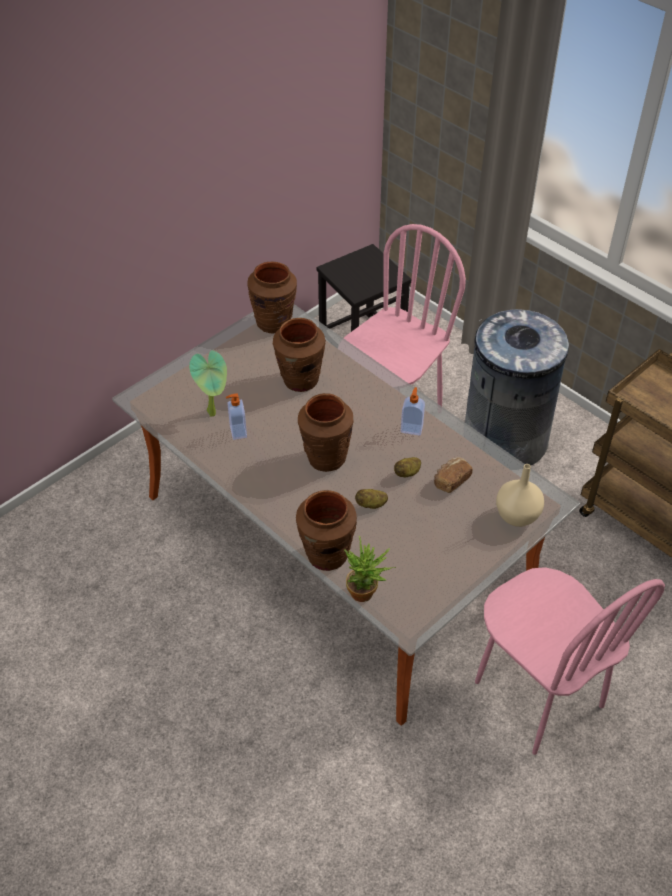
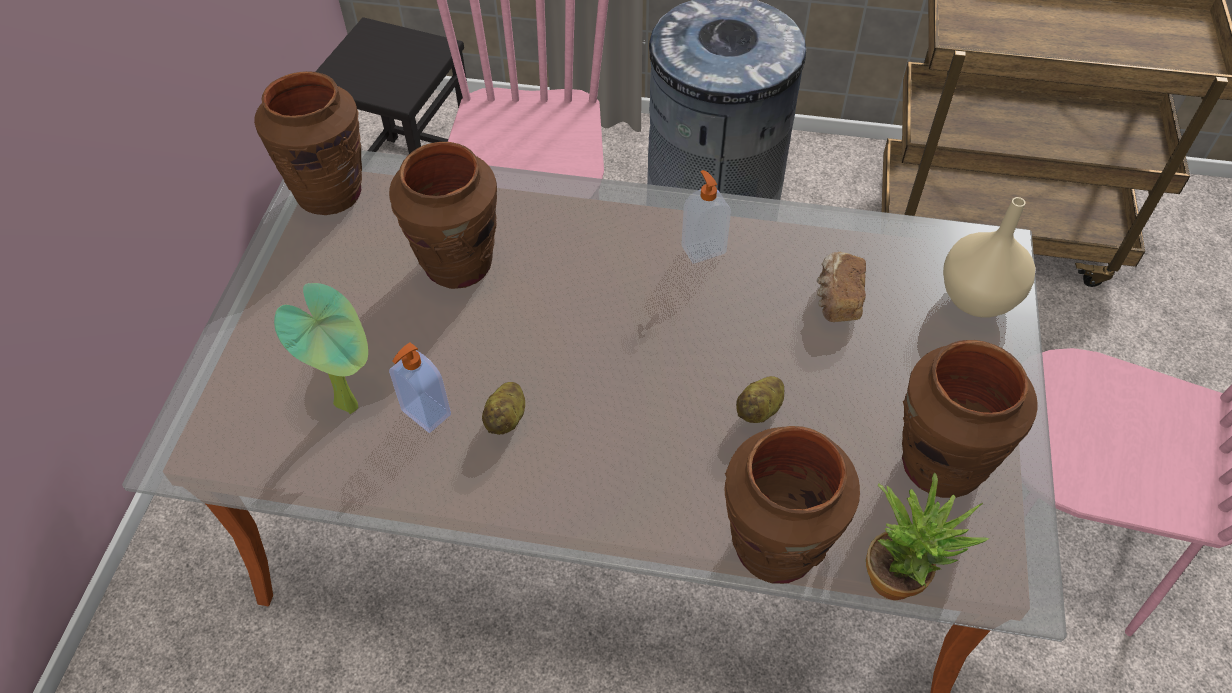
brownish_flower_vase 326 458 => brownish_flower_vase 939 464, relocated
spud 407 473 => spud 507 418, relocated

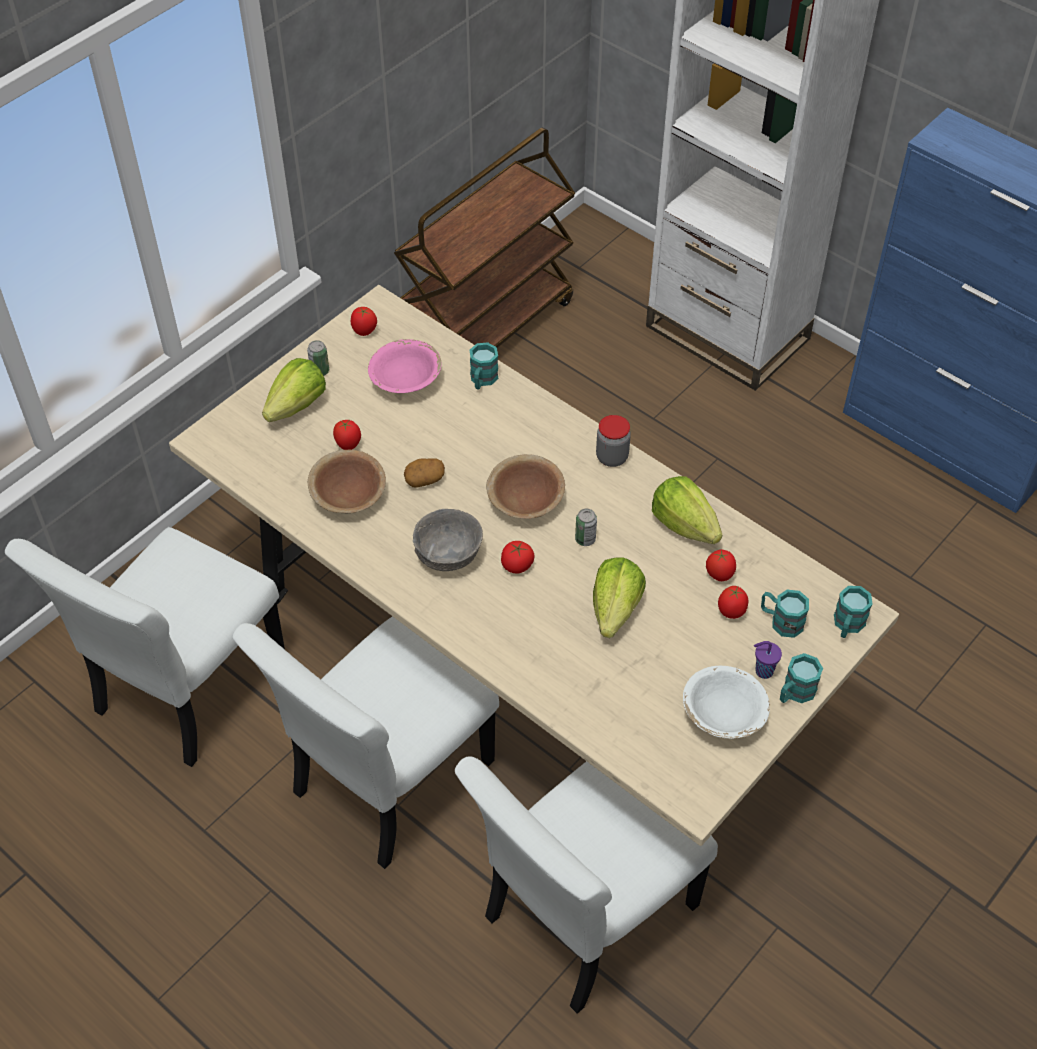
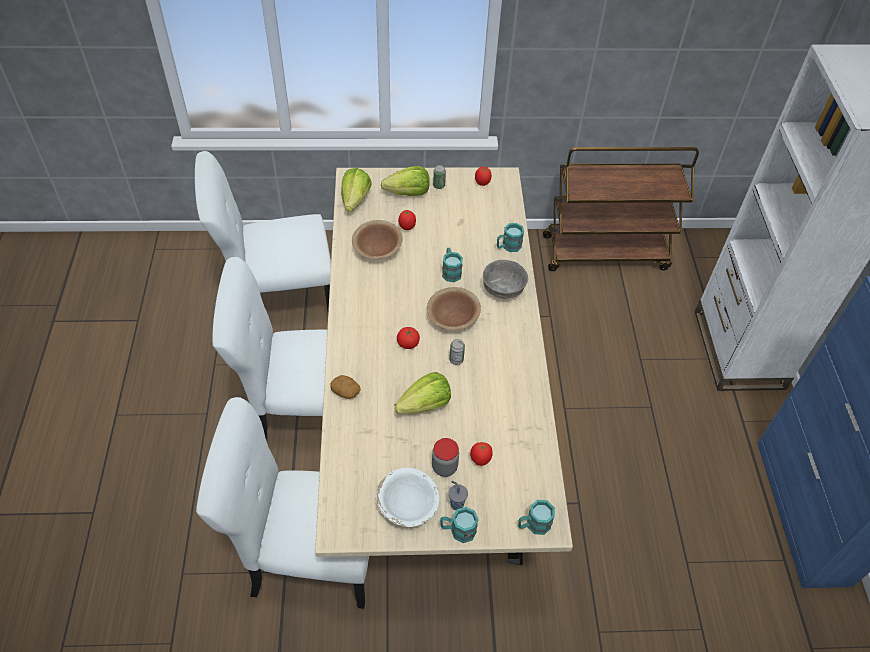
pink_deep_dish 405 380 => nothing
jar 612 457 => jar 444 467, relocated
spud 425 479 => spud 346 391, relocated
head_of_lettuce 685 525 => head_of_lettuce 355 200, relocated
grey_deep_dish 448 556 => grey_deep_dish 502 290, relocated
fresh_tomato 719 575 => nothing
turquoise_tea_mug 781 621 => turquoise_tea_mug 450 271, relocated
purplish_drinking_cup 762 671 => grey_drinking_cup 456 503

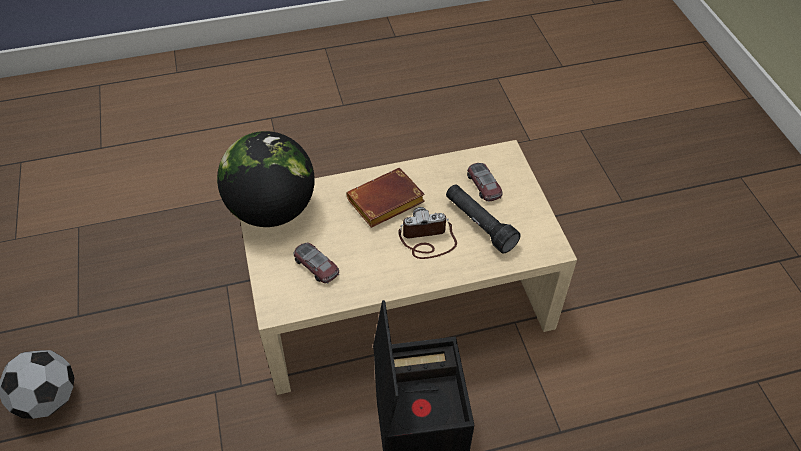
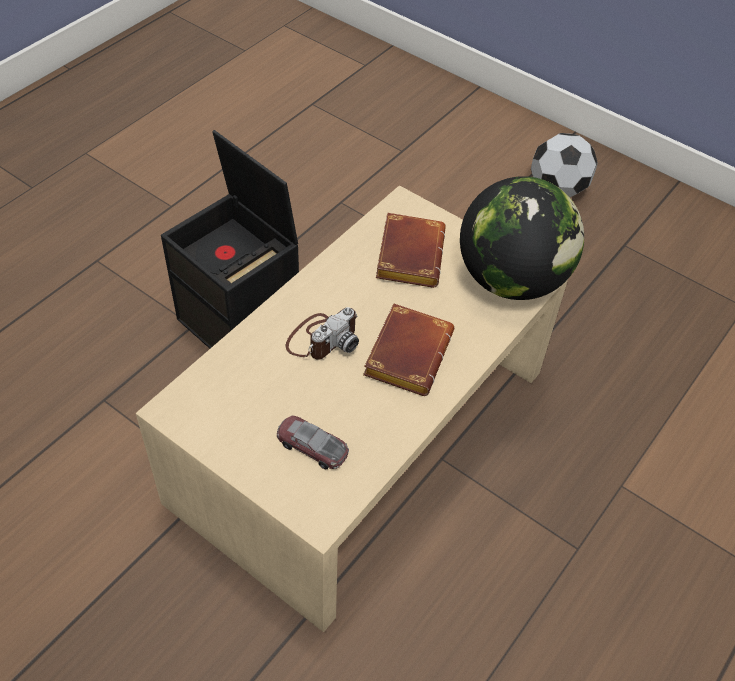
black-coloured_hand_torch 479 224 => nothing
model_car 316 266 => brownish_book 407 254

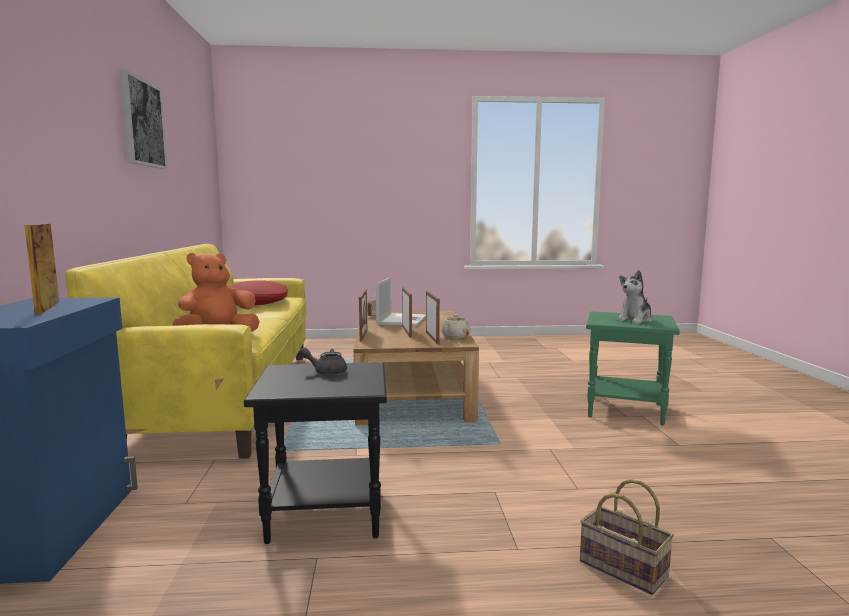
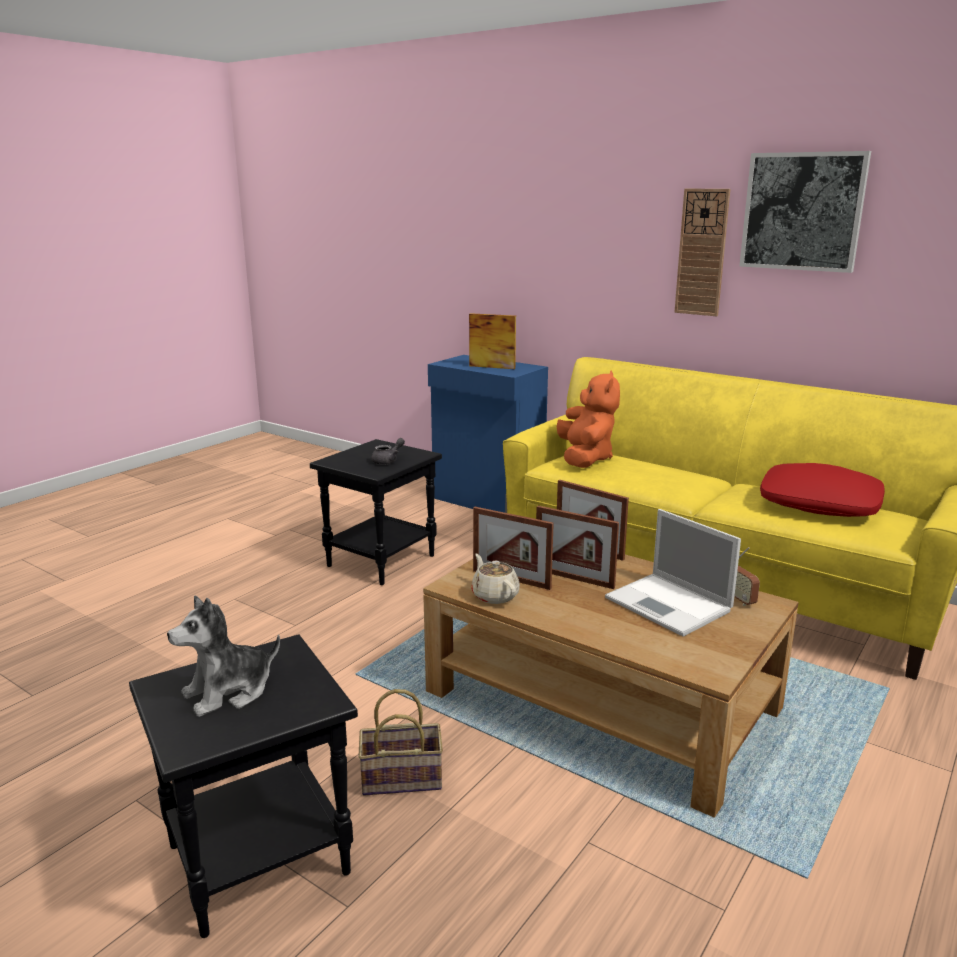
cuddly_toy 635 320 => cuddly_toy 228 692, 120 degrees counterclockwise
green-coloured_end_table 626 410 => black-coloured_end_table 257 862
household_basket 620 568 => household_basket 404 777, relocated
nothing => wall_clock 702 252

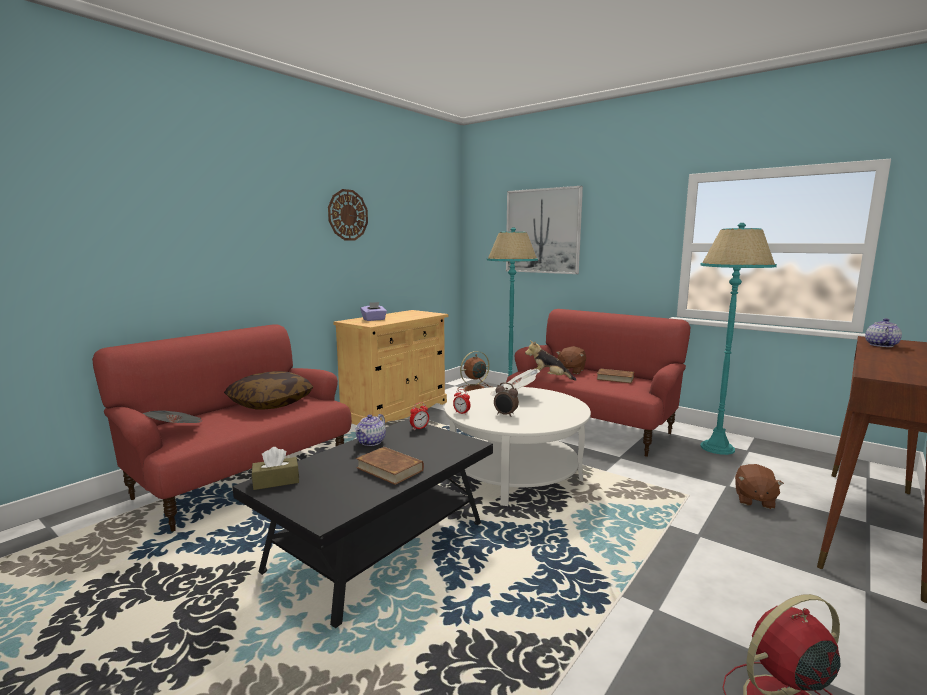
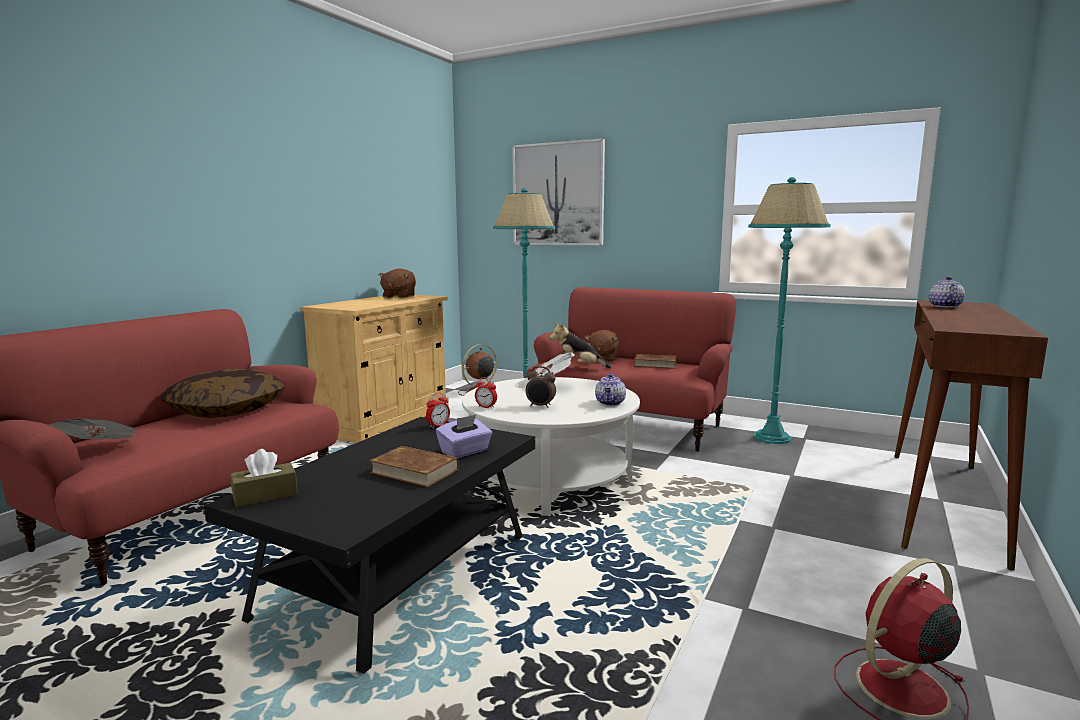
wall_clock 347 215 => nothing
purplish_tissue_holder 374 319 => purplish_tissue_holder 465 452, relocated
teapot 371 442 => teapot 610 403, relocated
brownish_cuddly_toy 754 500 => brownish_cuddly_toy 398 296, relocated

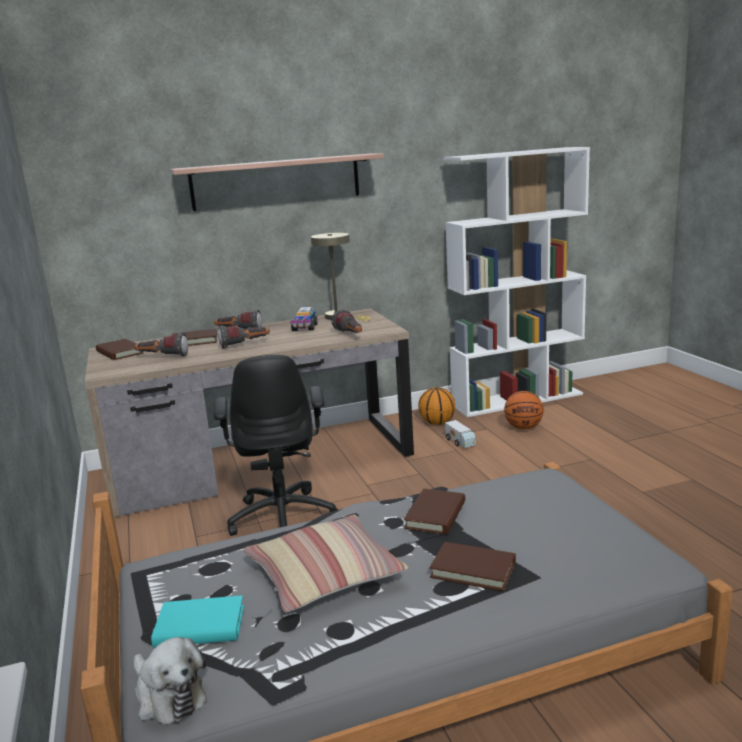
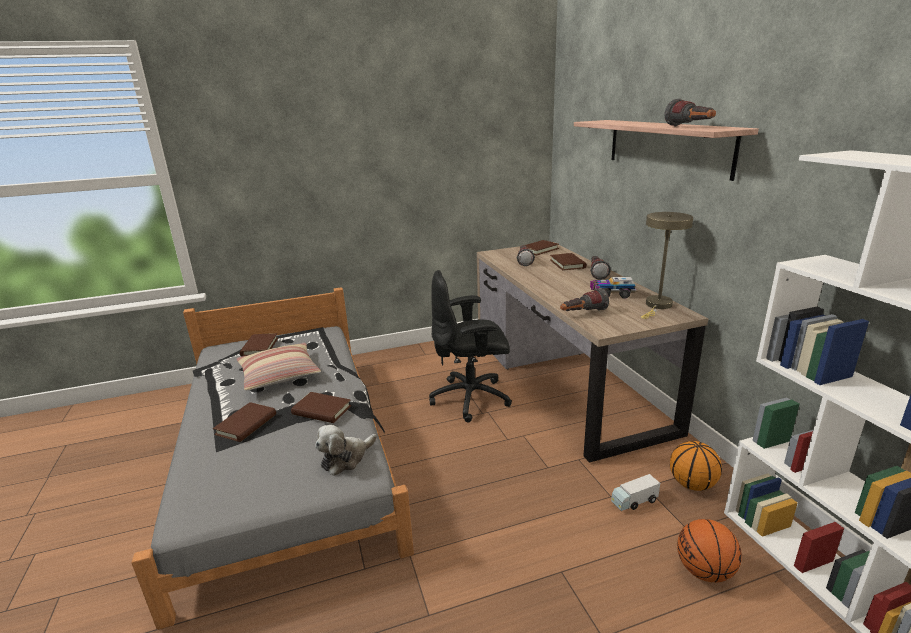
hand_torch 245 345 => hand_torch 690 127, relocated
turquoise_book 200 627 => brownish_book 259 347
cuddly_toy 168 696 => cuddly_toy 346 459, relocated

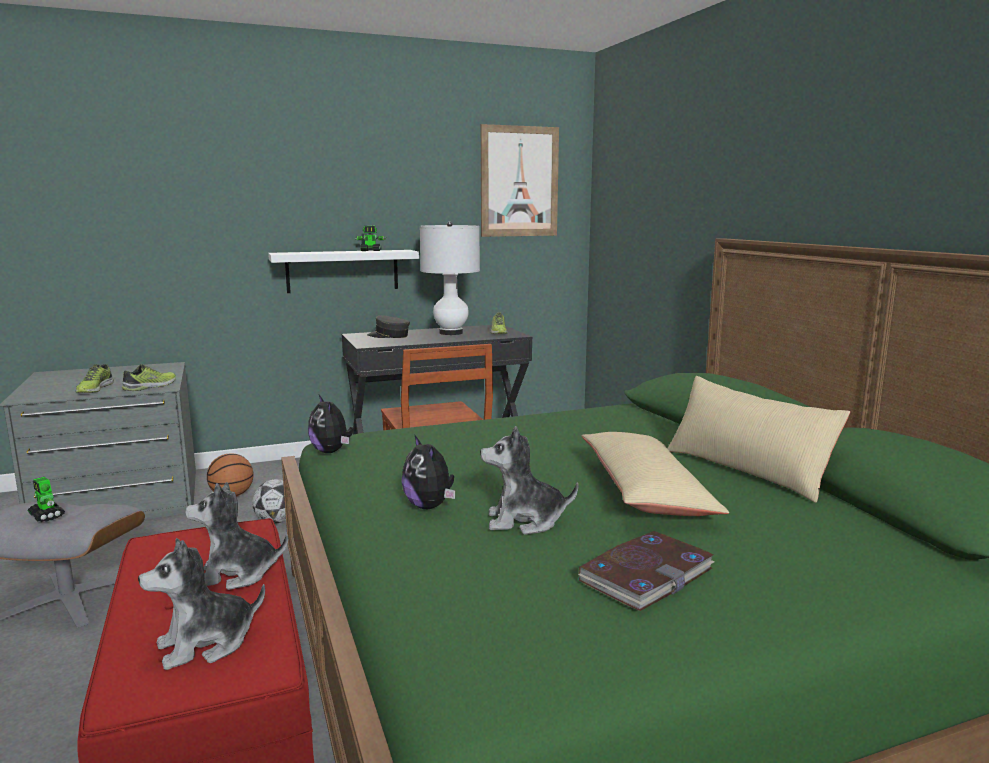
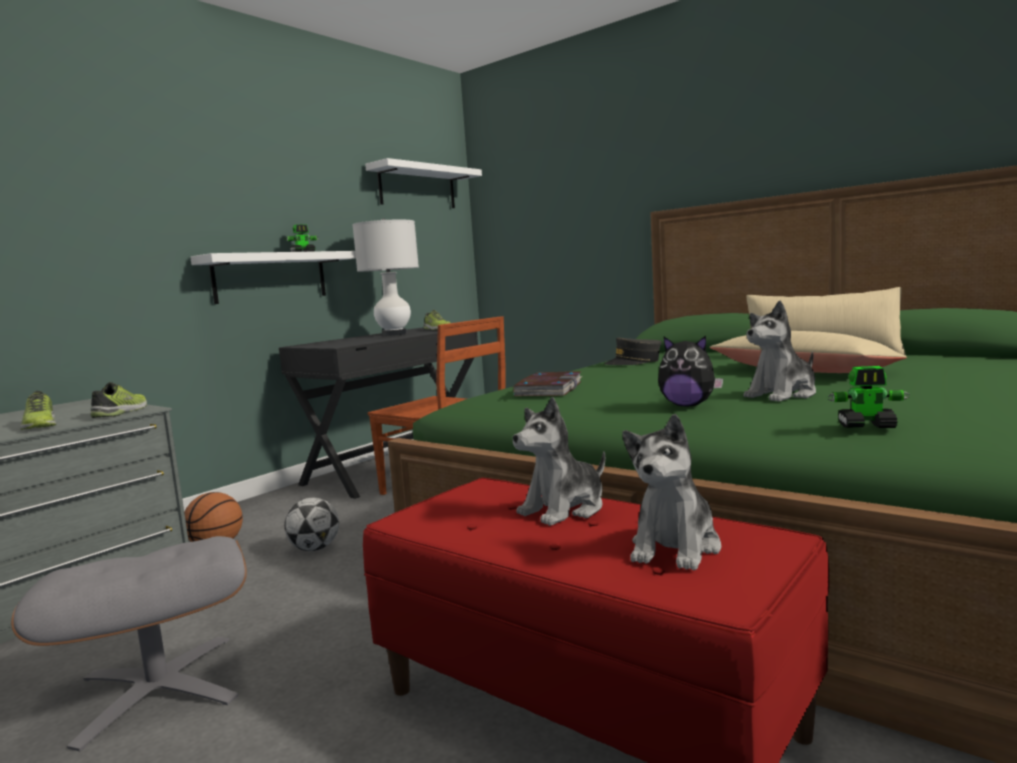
wall_art 519 182 => white-coloured_bracket_shelf 417 187
grey_baseball_cap 389 336 => grey_baseball_cap 633 362, relocated
cuddly_toy 331 451 => nothing
robot_figure 47 516 => robot_figure 867 426, relocated
book 646 574 => book 548 389, relocated

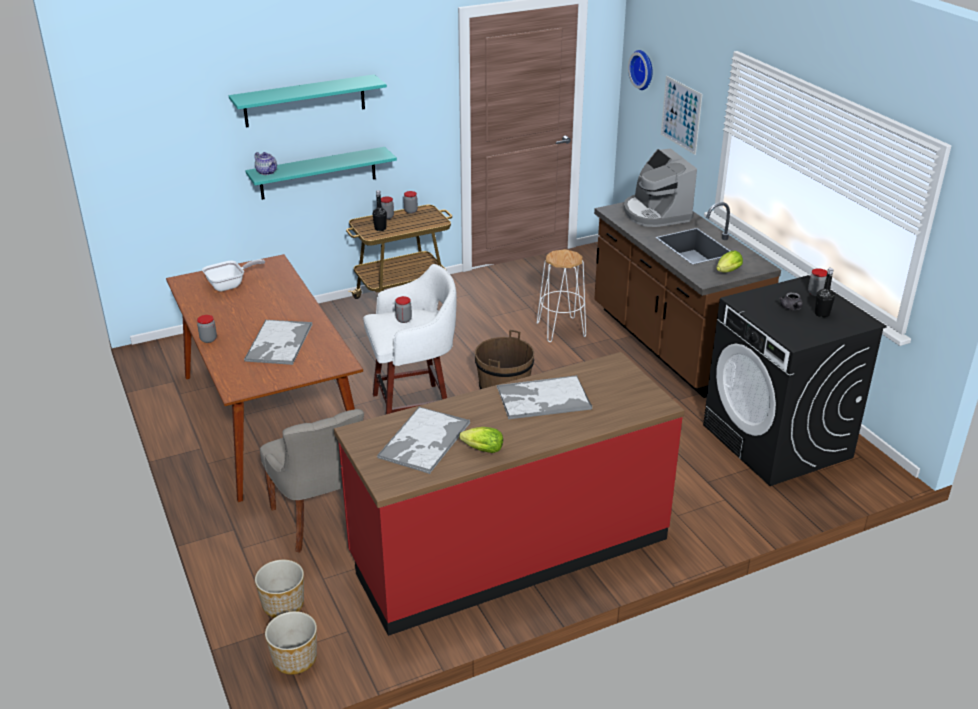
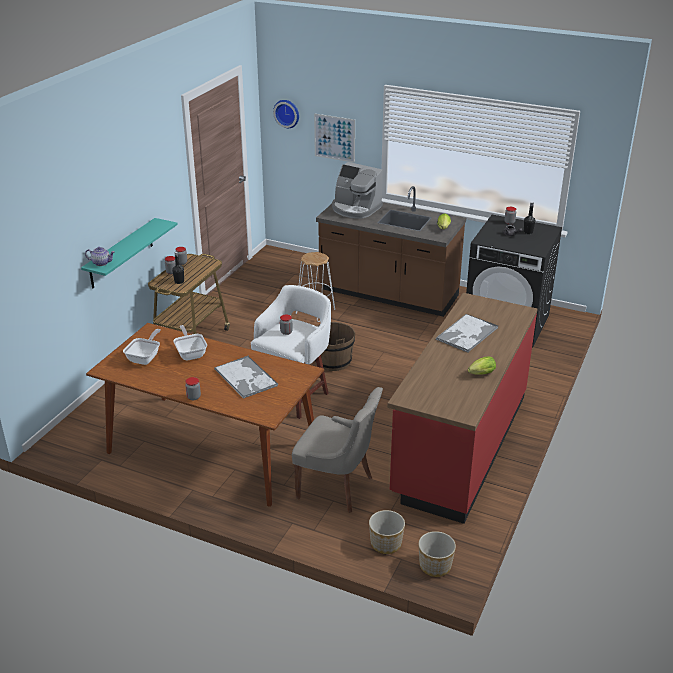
turquoise_bracket_shelf 304 101 => nothing
serving_tray 424 441 => nothing
nothing => frying_pan 190 353

